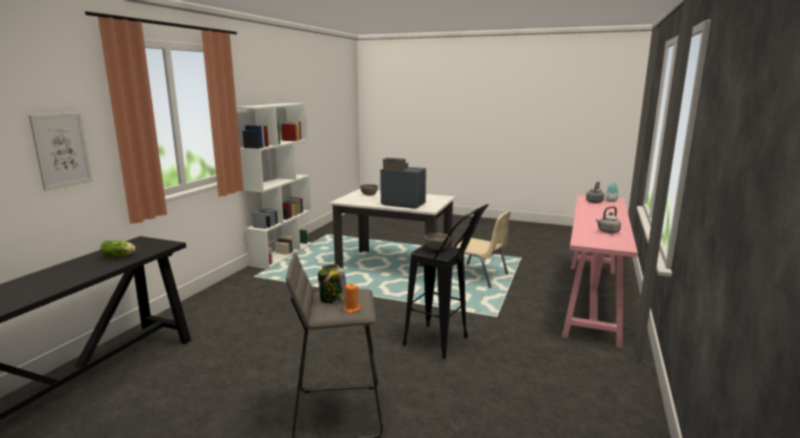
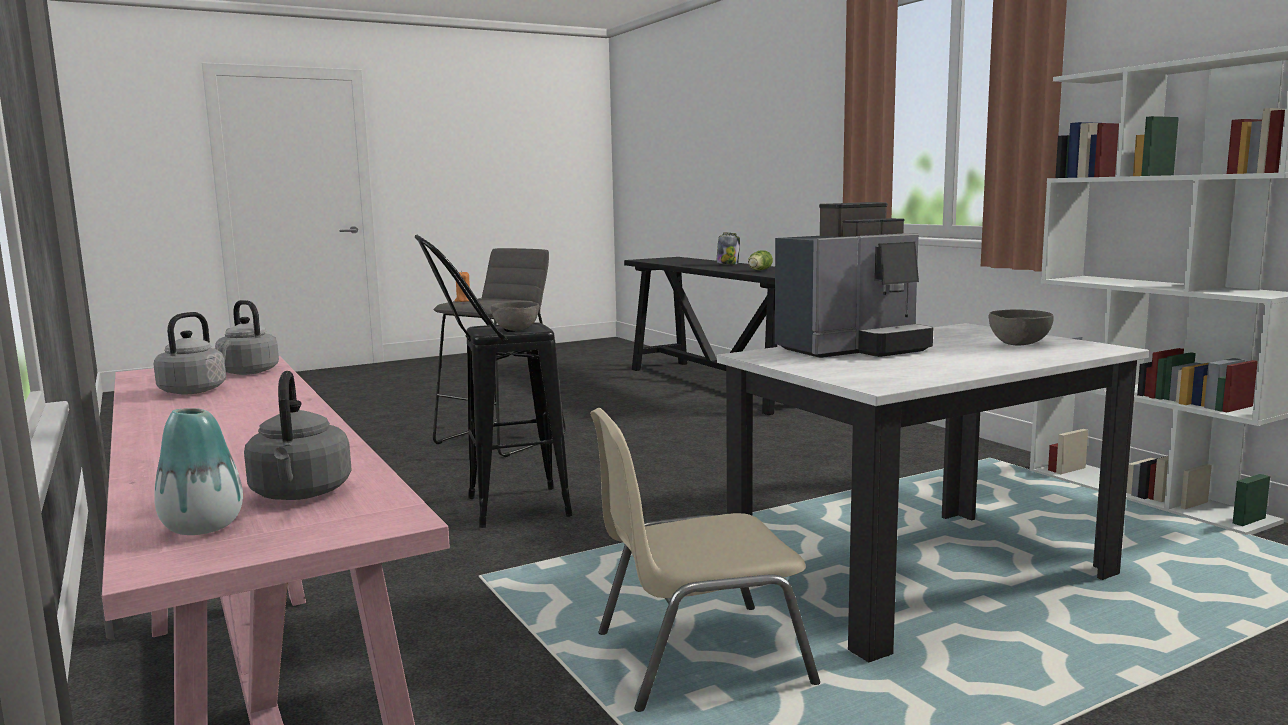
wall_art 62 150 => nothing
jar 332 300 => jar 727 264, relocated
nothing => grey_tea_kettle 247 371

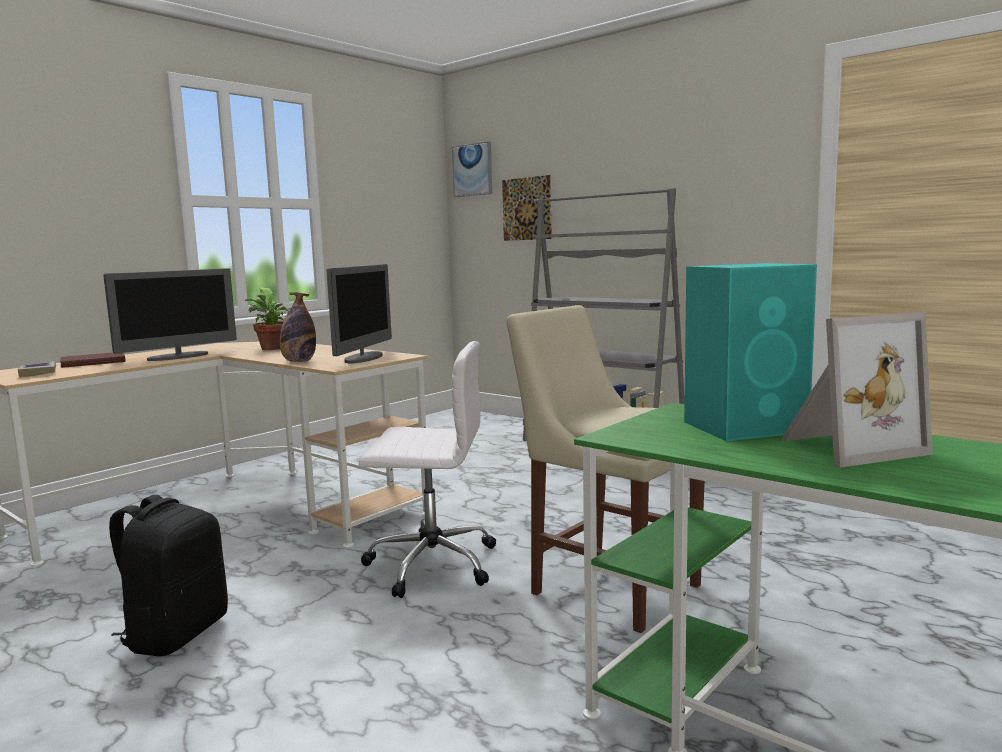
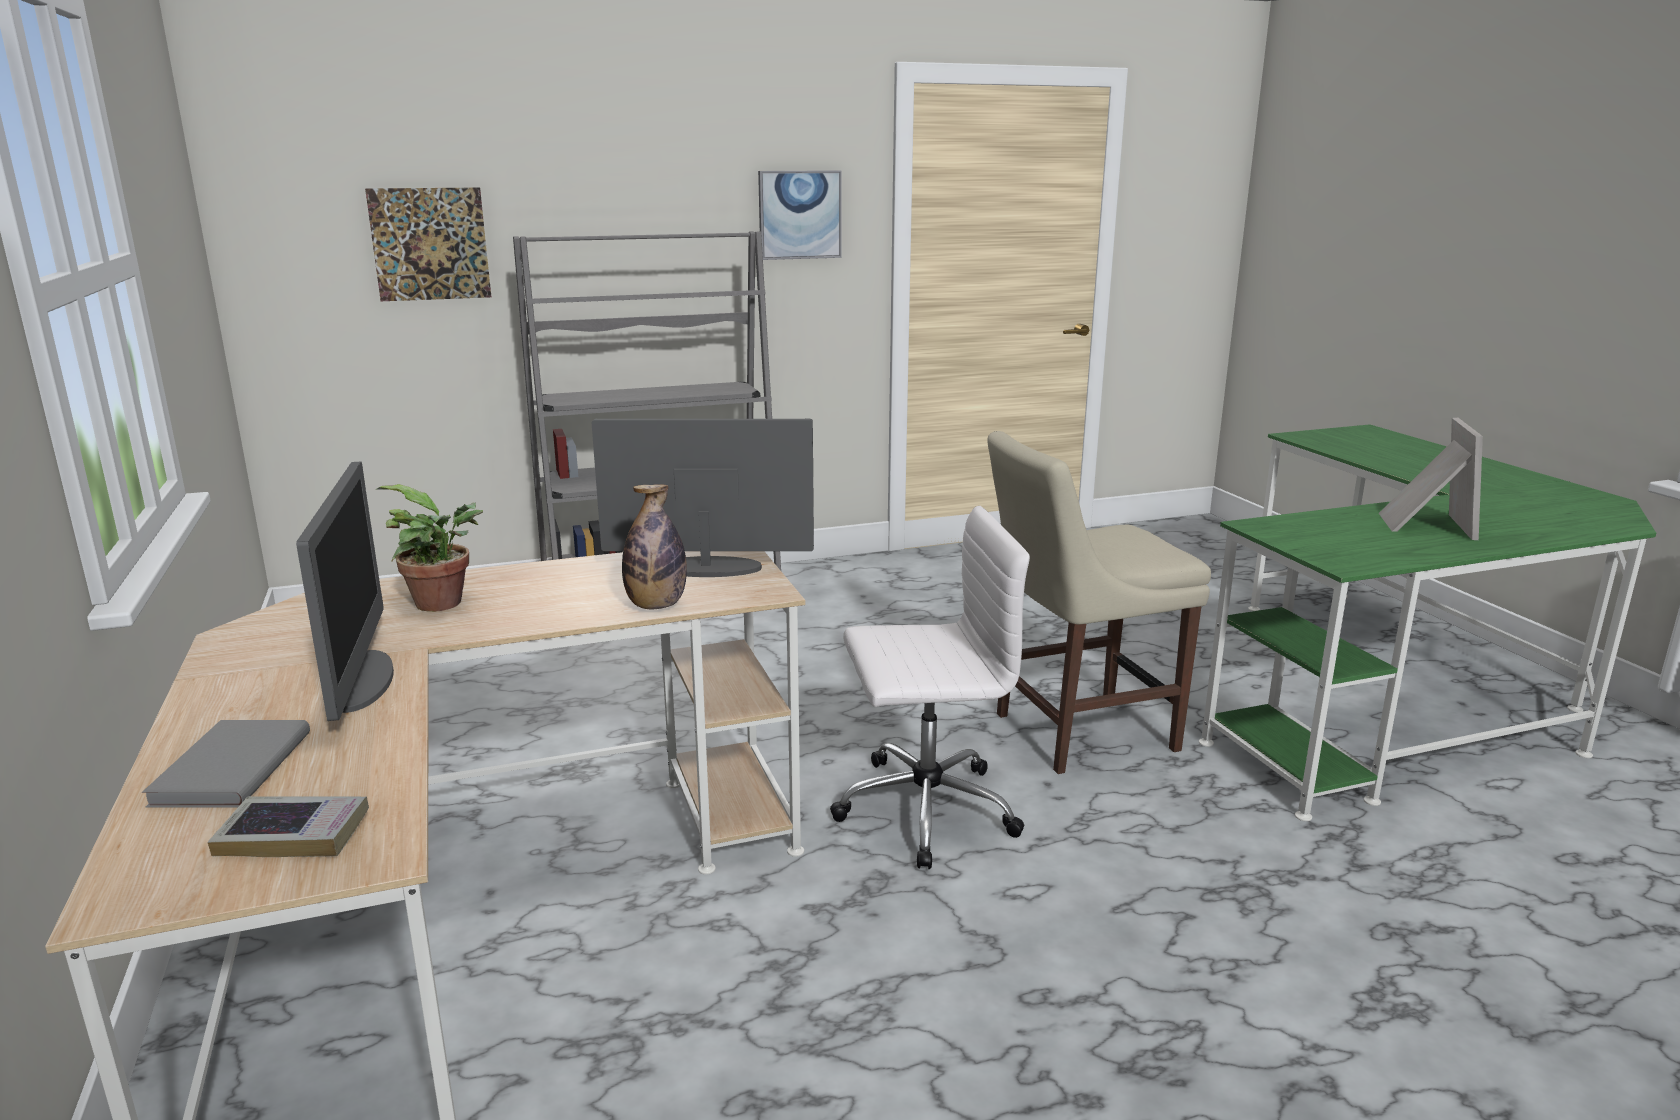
wall_art 473 170 => wall_art 799 215, relocated
turquoise_audio_speaker 747 426 => nothing
monitor 364 358 => monitor 708 568, 45 degrees counterclockwise
white-coloured_computer_chair 430 564 => white-coloured_computer_chair 922 809, 45 degrees clockwise
brownish_book 92 362 => grey_book 228 769
black-coloured_knapsack 176 634 => nothing

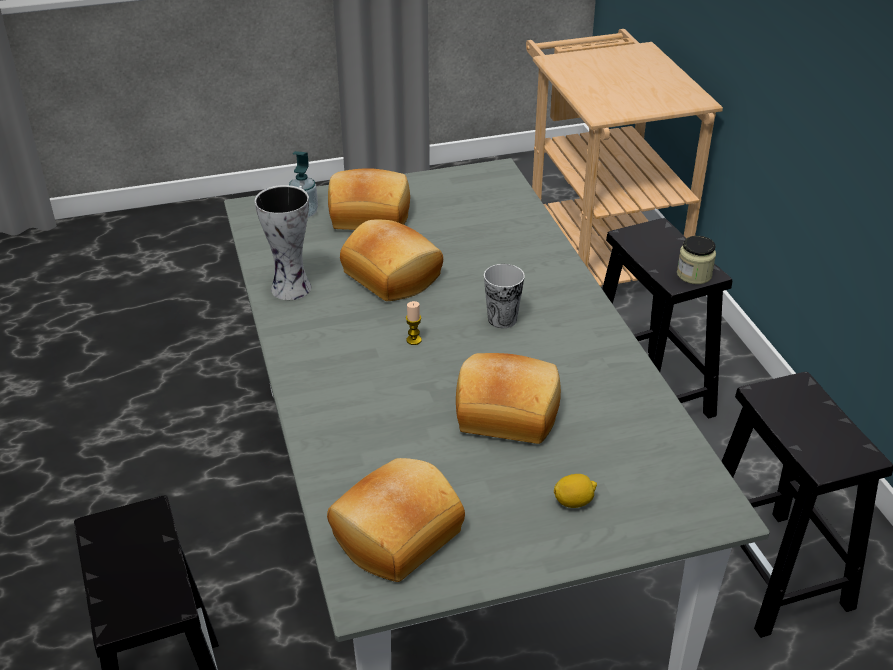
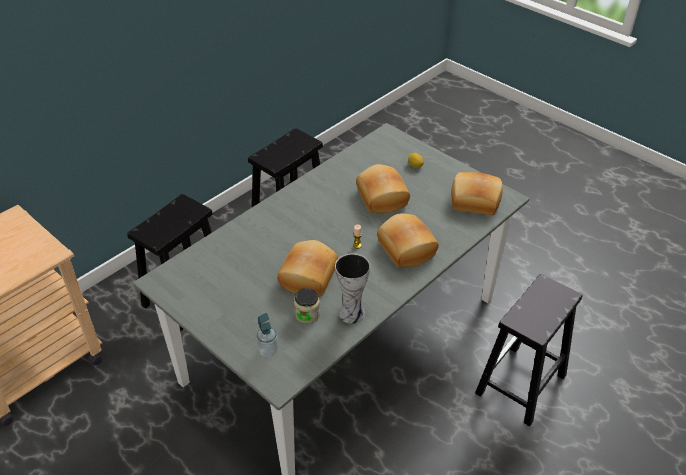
baked_bread 370 214 => baked_bread 405 249, relocated
jar 694 275 => jar 307 314, relocated
drinking_cup 502 319 => nothing

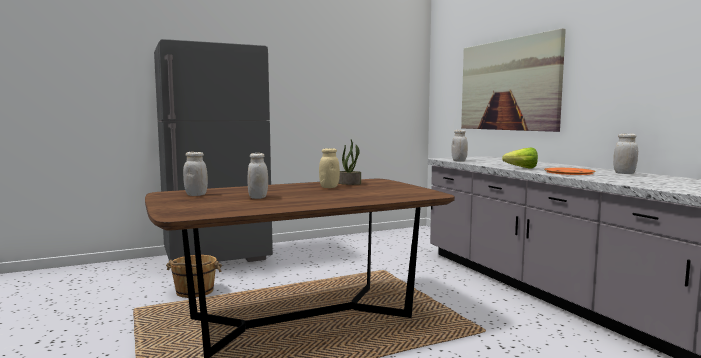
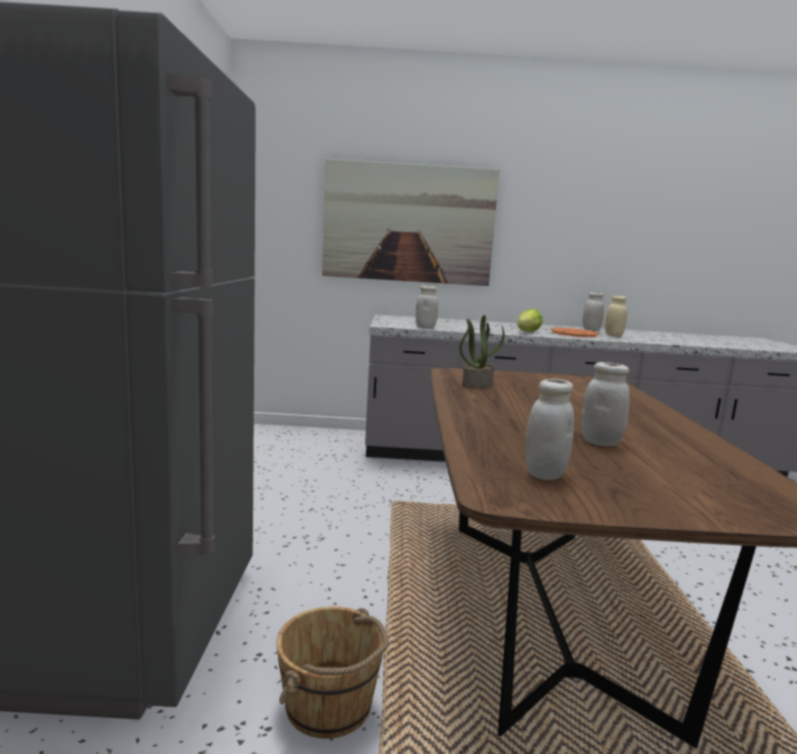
beige-coloured_jar 329 187 => beige-coloured_jar 613 335, relocated

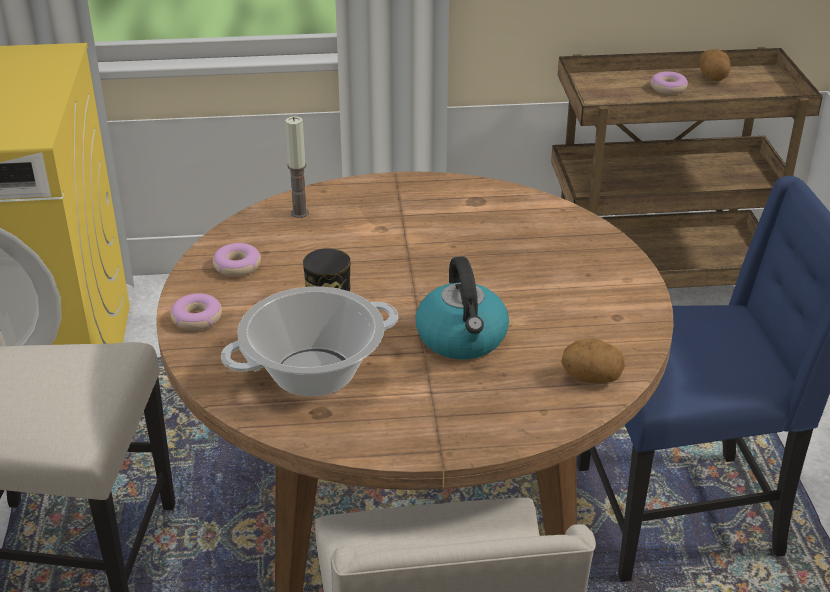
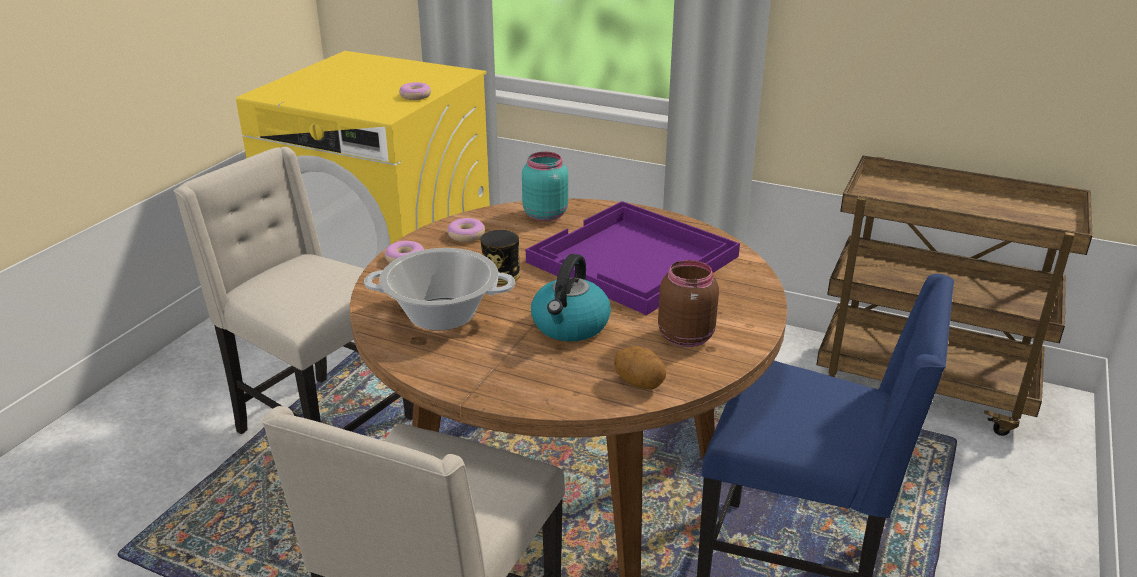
spud 713 78 => nothing
donut 668 88 => donut 415 96, relocated
candle 299 213 => turquoise_jar 545 214
nothing => purplish_serving_tray 633 260
nothing => brownish_jar 686 336

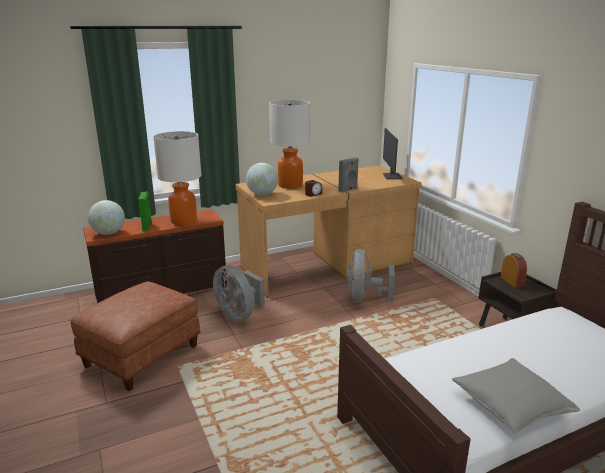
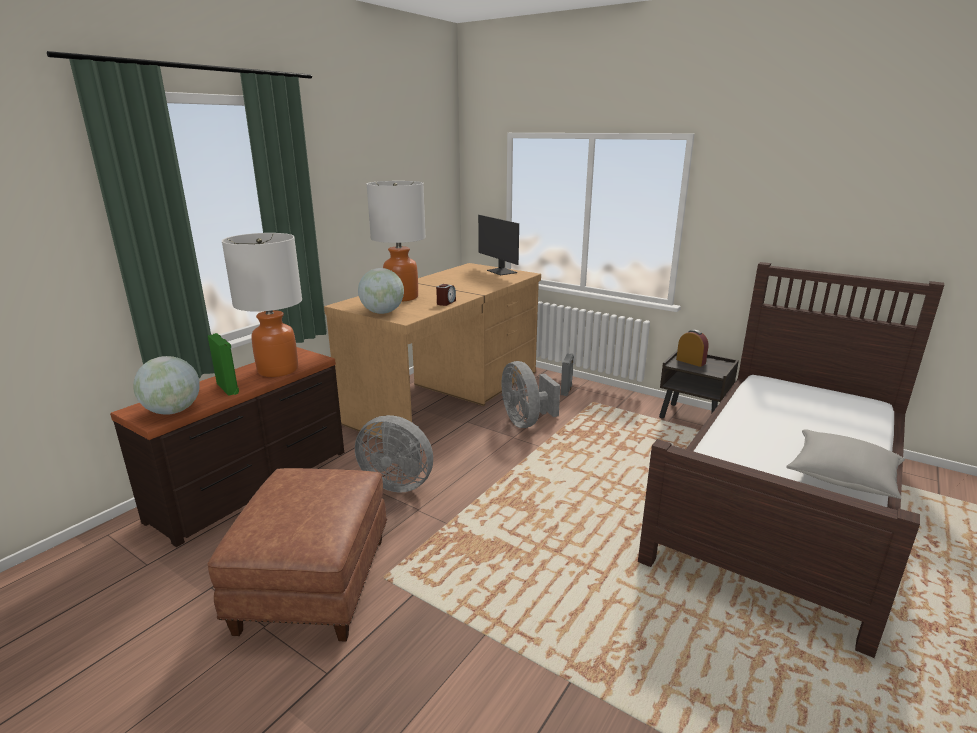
grey_audio_speaker 348 190 => grey_audio_speaker 566 390, relocated

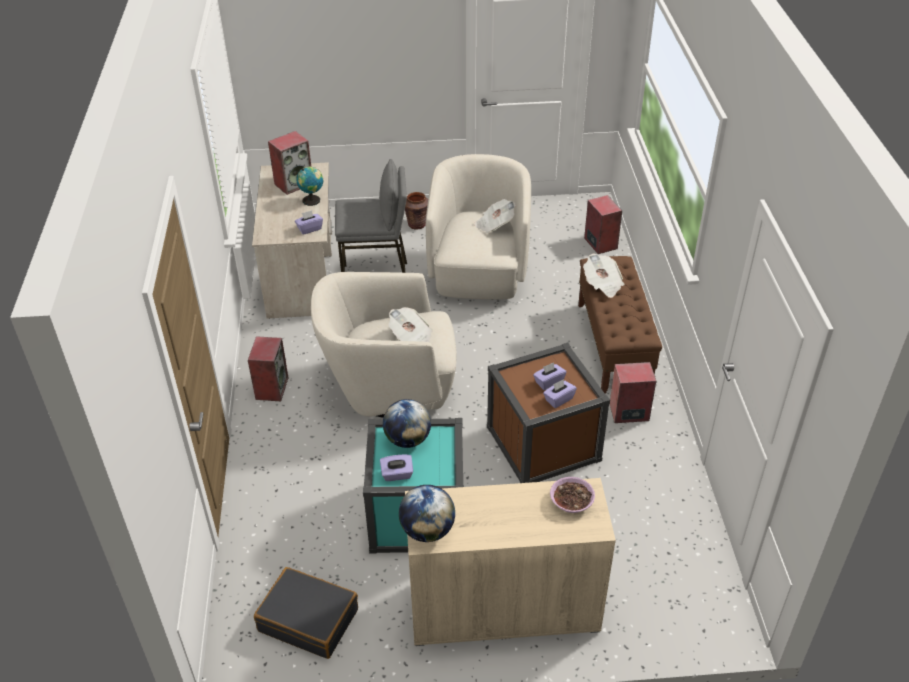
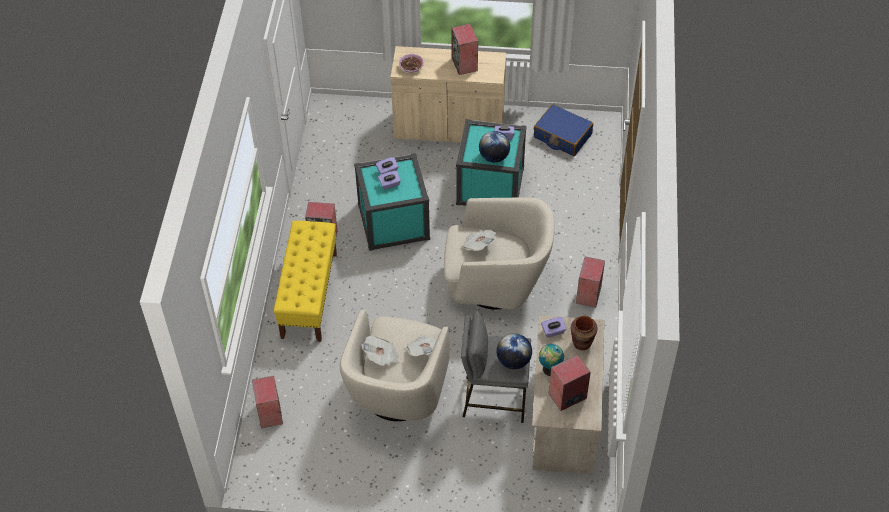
brownish_flower_vase 417 224 => brownish_flower_vase 582 343, relocated
daily_paper 603 284 => daily_paper 423 350, relocated
brownish_bench 613 346 => yellow_bench 309 295
brownish_storage_bin 543 444 => turquoise_storage_bin 393 221
globe 427 530 => globe 513 361, relocated
black-coloured_travel_case 309 619 => blue_travel_case 562 136
nothing => audio_speaker 465 64

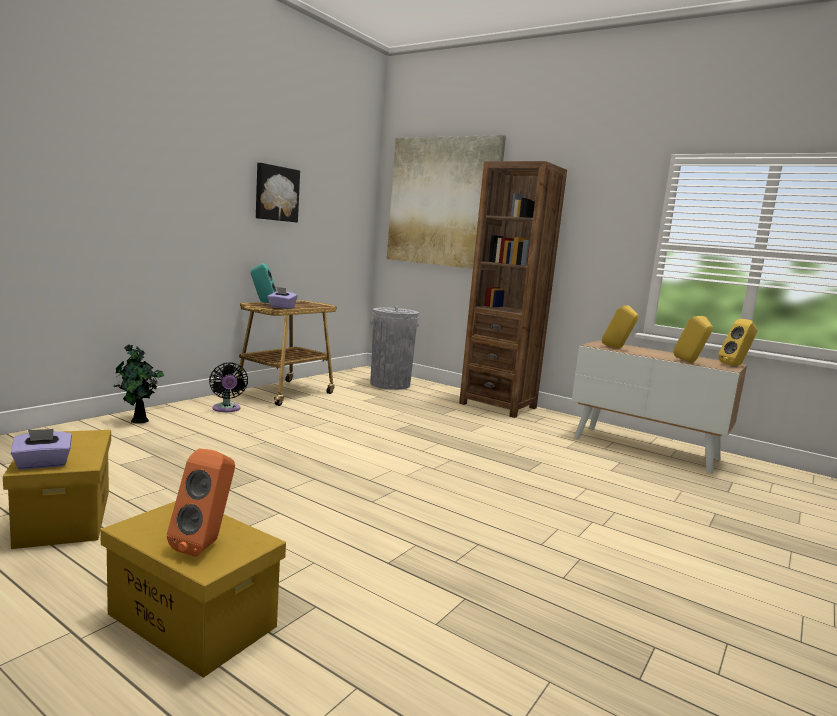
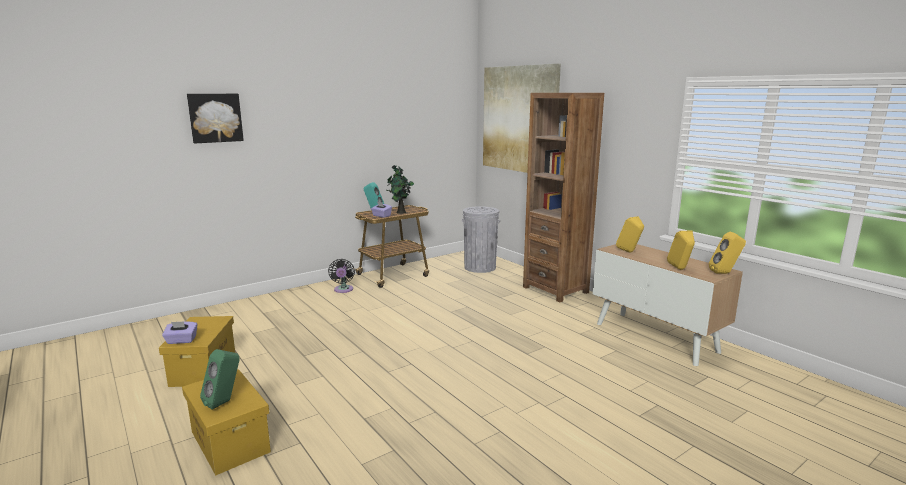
wall_art 276 193 => wall_art 215 118, relocated
plant_in_a_pot 138 421 => plant_in_a_pot 400 212, relocated
orange-coloured_audio_speaker 205 545 => green-coloured_audio_speaker 224 402

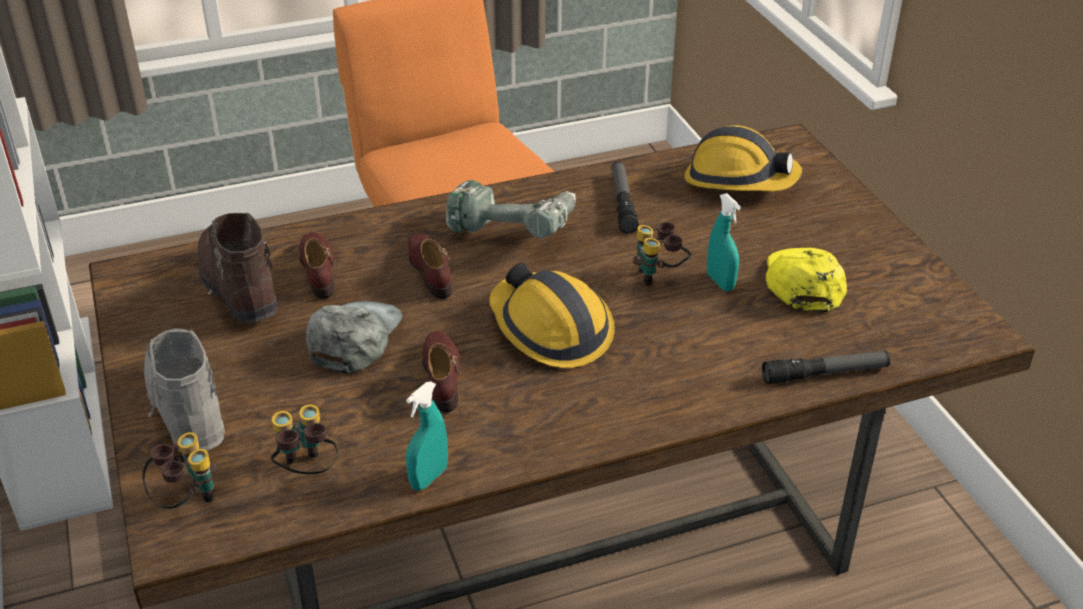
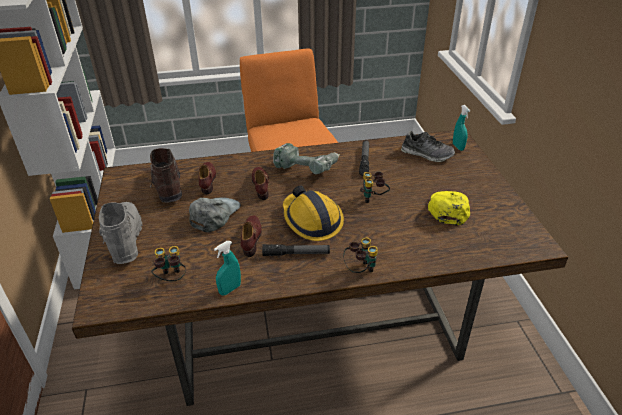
safety_helmet 739 180 => shoe 427 154
turquoise_spray_bottle 720 282 => turquoise_spray_bottle 458 147, relocated
hand_torch 825 374 => hand_torch 296 254, relocated
binoculars 186 499 => binoculars 360 270, relocated

